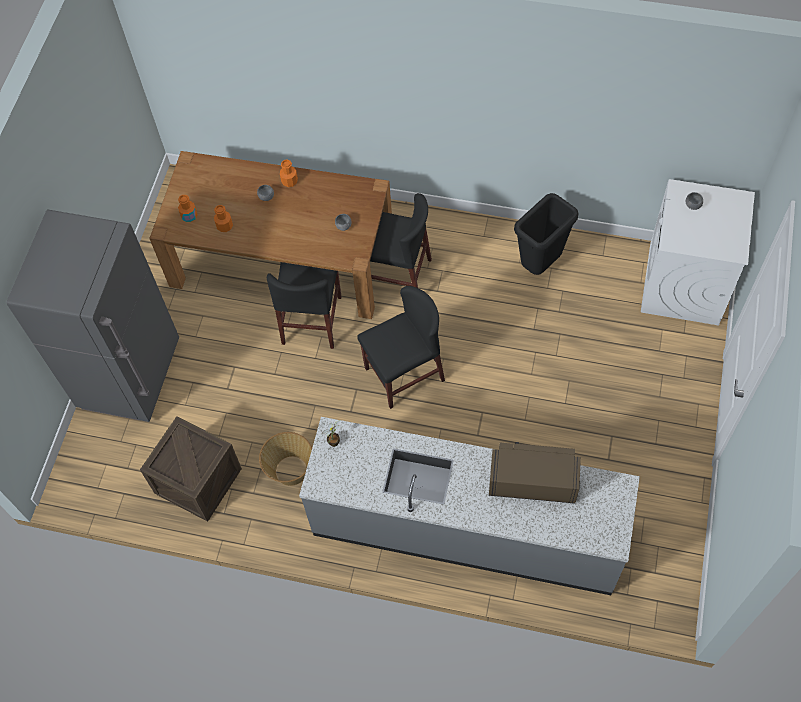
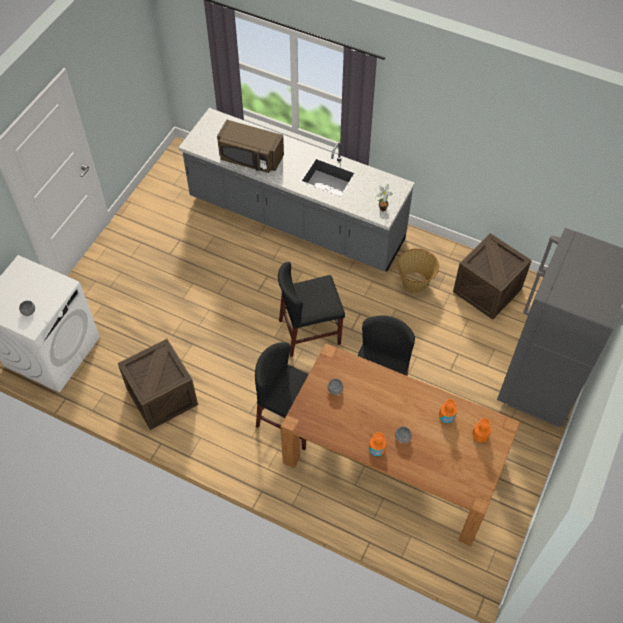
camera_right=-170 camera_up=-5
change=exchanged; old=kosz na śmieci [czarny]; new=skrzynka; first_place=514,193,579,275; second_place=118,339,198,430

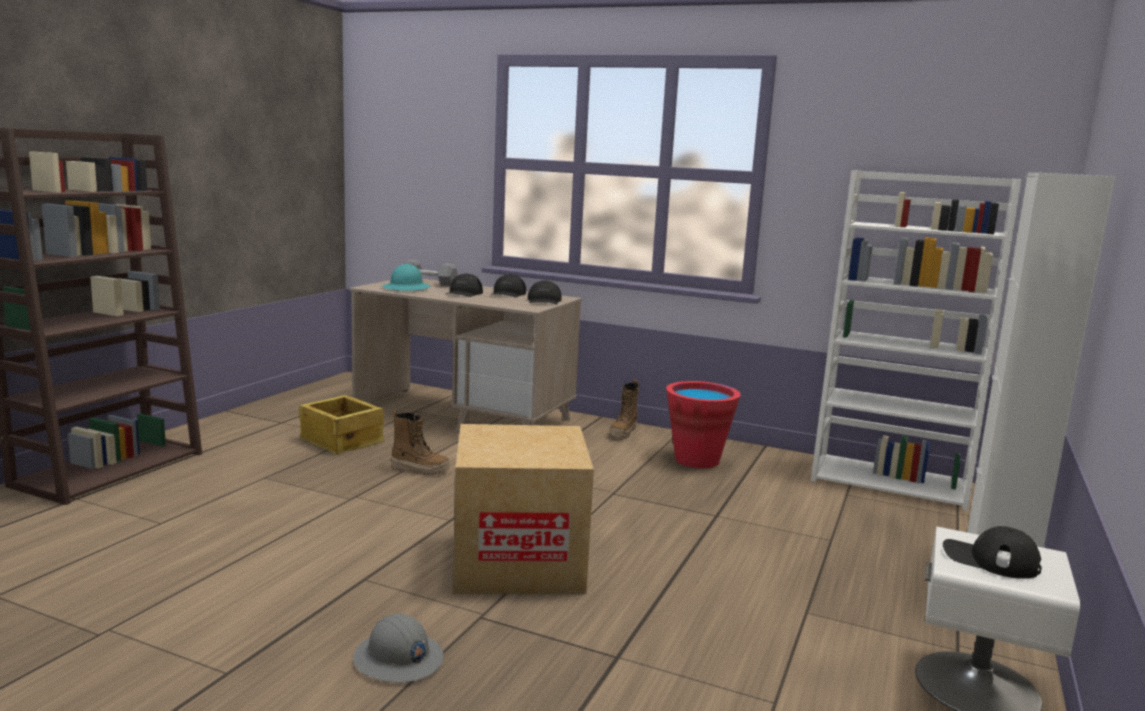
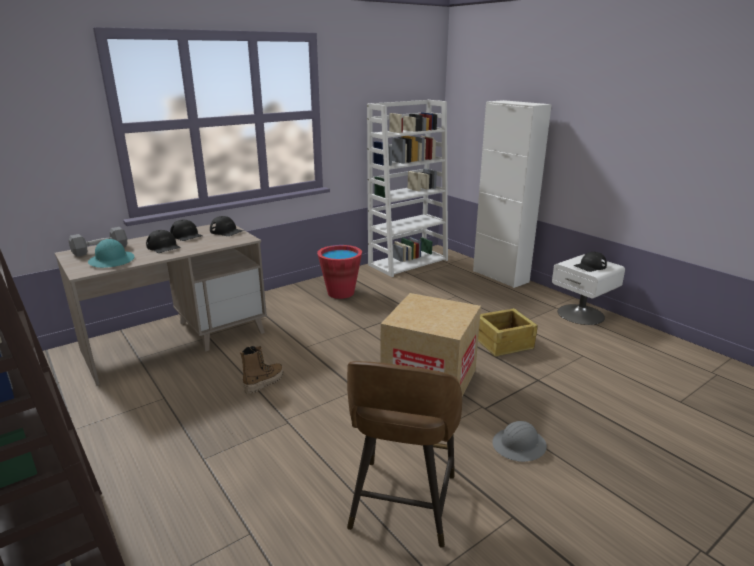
camera_right=-60 camera_up=10
change=appeared; new=stołek [brązowy]; second_place=347,361,462,548
change=relocated; old=skrzynka; first_place=299,395,384,455; second_place=478,308,538,357
change=missing; old=but z cholewką; first_place=609,380,639,438

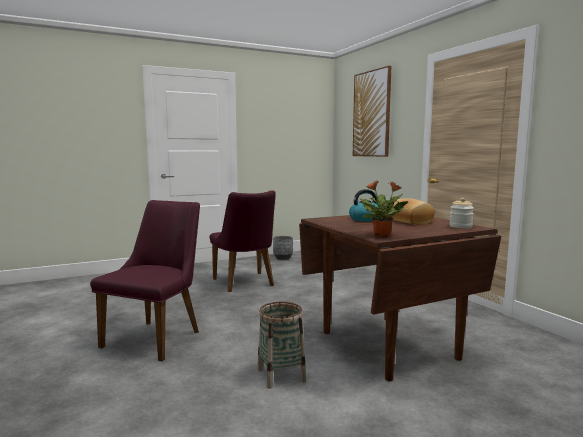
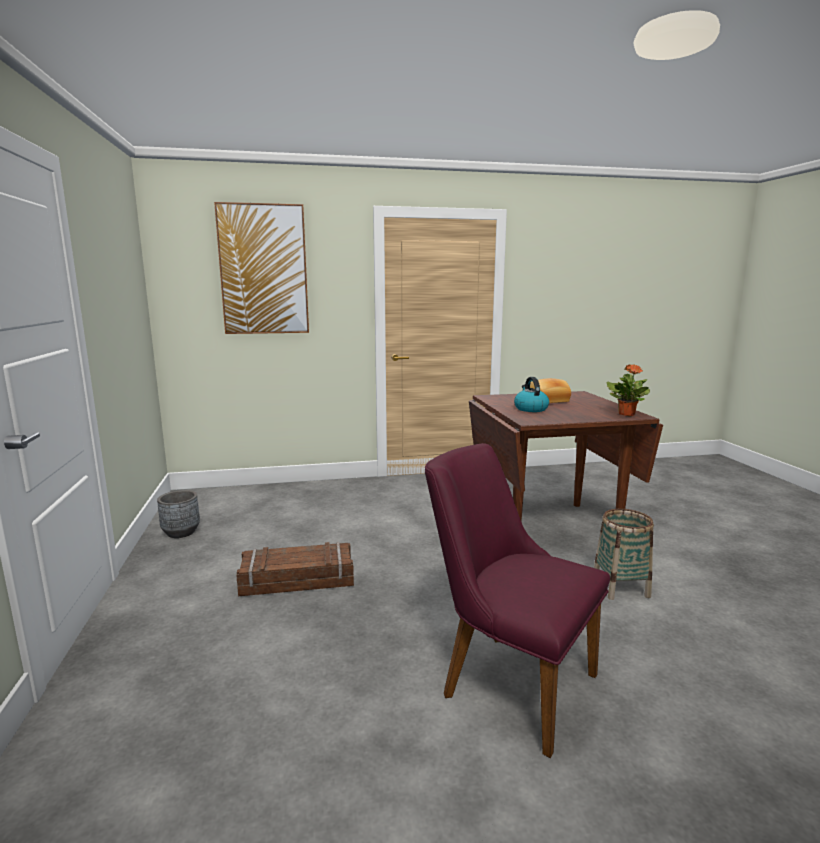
camera_right=-75 camera_up=5
change=exchanged; old=krzesło [fioletowy]; new=skrzynka; first_place=210,190,276,292; second_place=236,542,354,596
change=missing; old=słoik; first_place=450,198,474,228

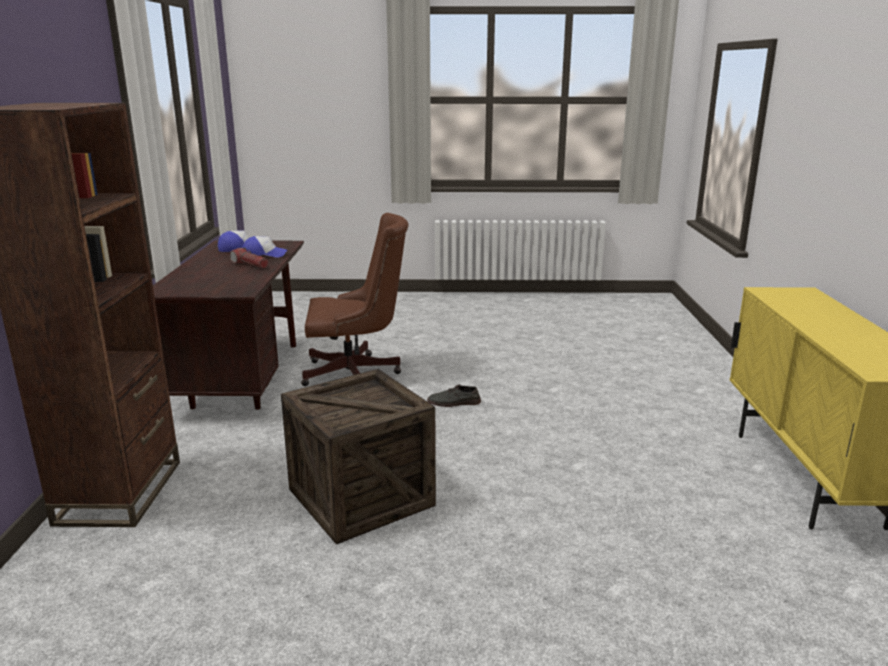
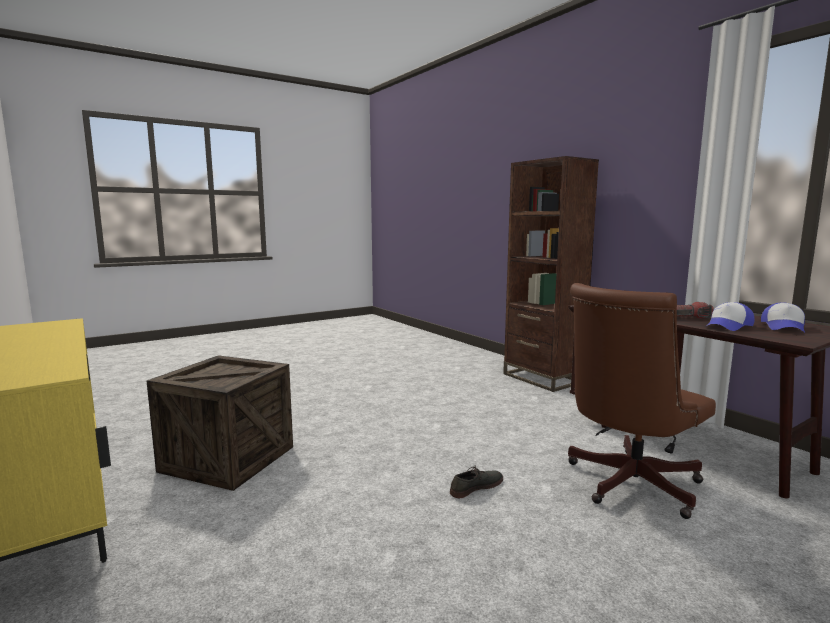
camera_right=145 camera_up=-10
change=relocated; old=skrzynka; first_place=281,369,436,544; second_place=147,355,293,491

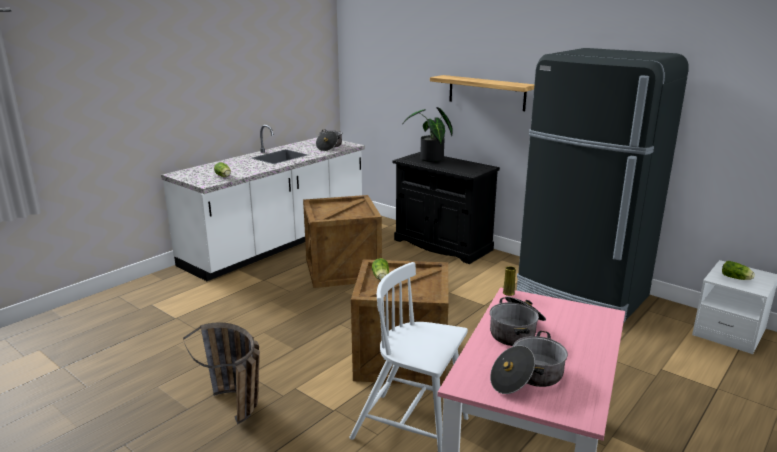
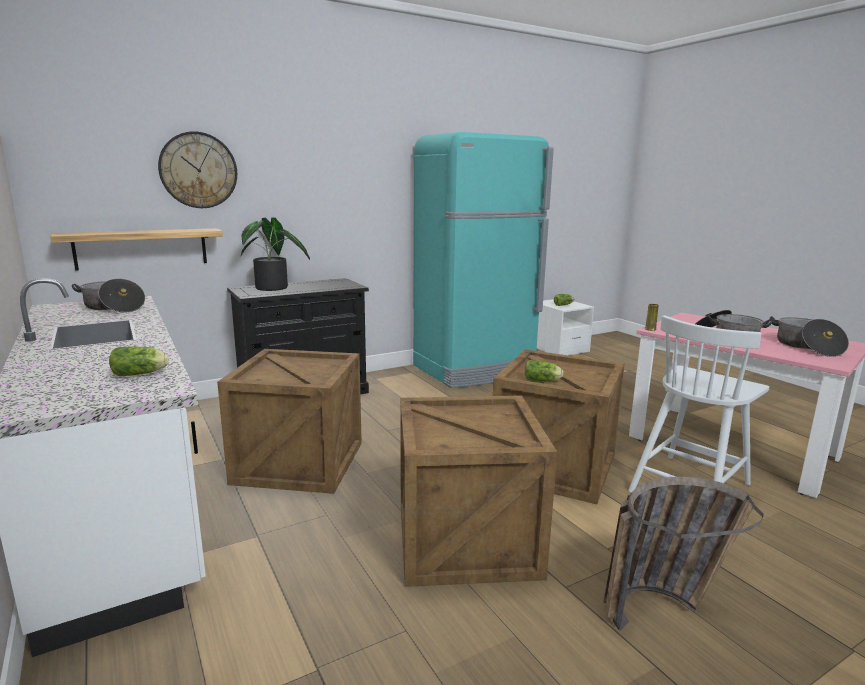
camera_right=-70 camera_up=-5
change=relocated; old=półka; first_place=430,75,534,111; second_place=50,228,223,271
change=appeared; new=zegar ścienny; second_place=158,131,237,208
change=appeared; new=skrzynka; second_place=400,395,557,587
change=colour; old=lodówka [czarny]; new=lodówka [turkusowy]; first_place=516,48,689,322; second_place=413,132,554,388

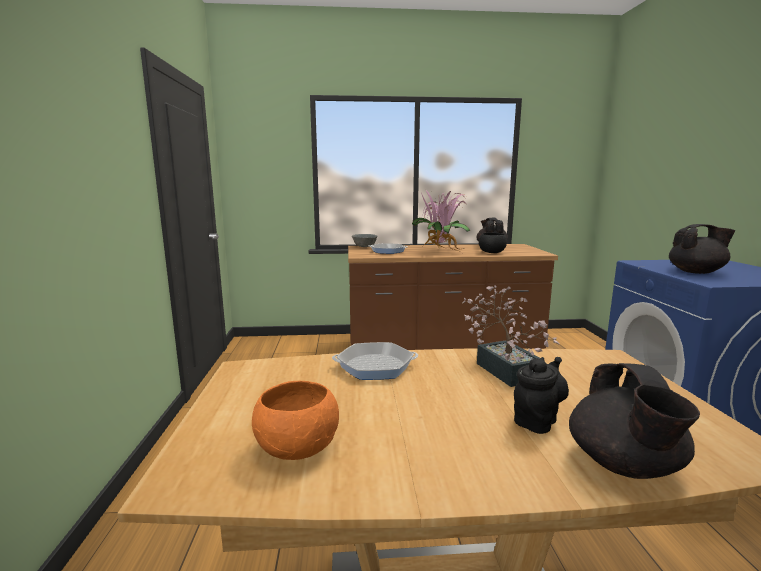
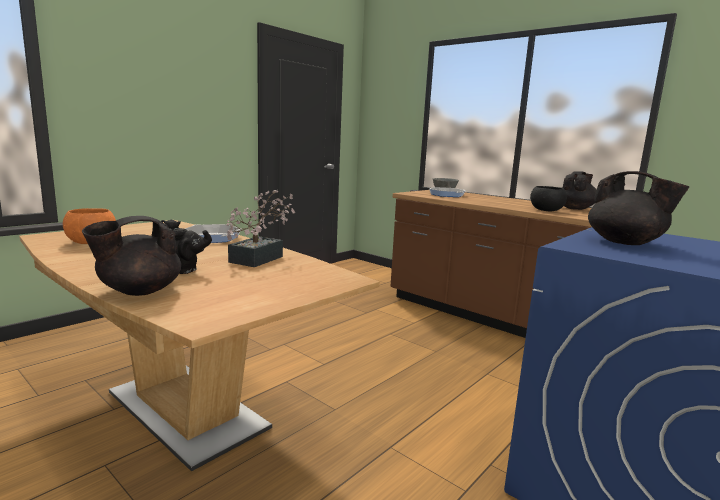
camera_right=45 camera_up=0
change=missing; old=roślina doniczkowa; first_place=412,189,471,253

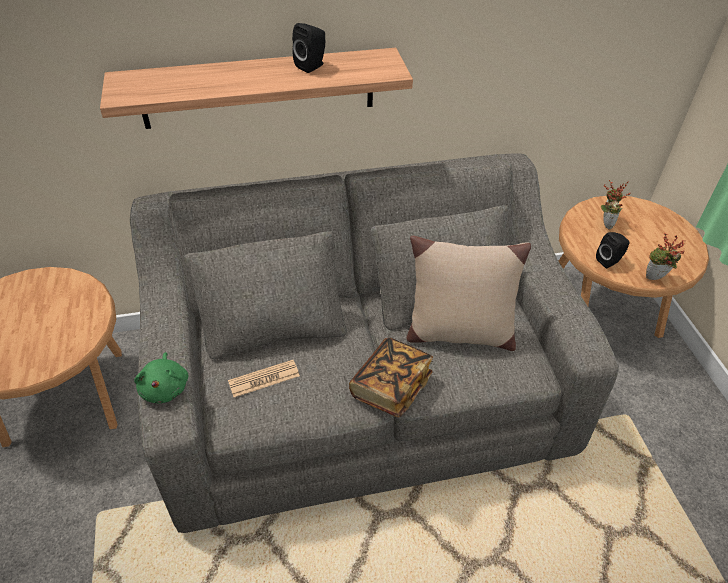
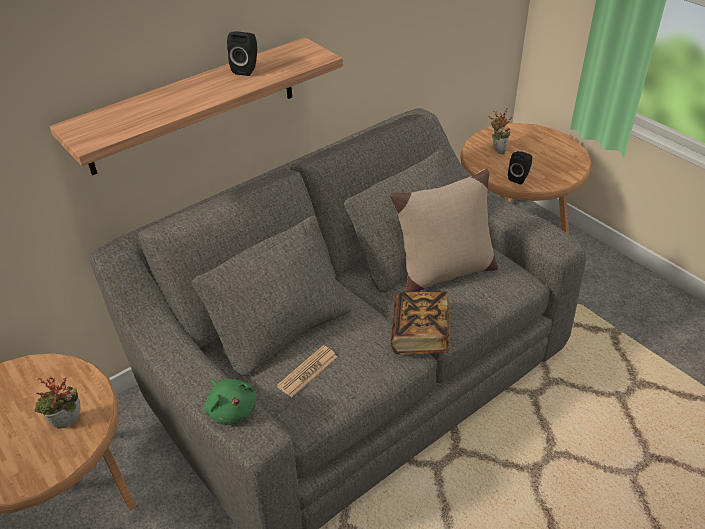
camera_right=-25 camera_up=-5
change=relocated; old=roślina doniczkowa; first_place=646,233,686,280; second_place=35,377,80,429

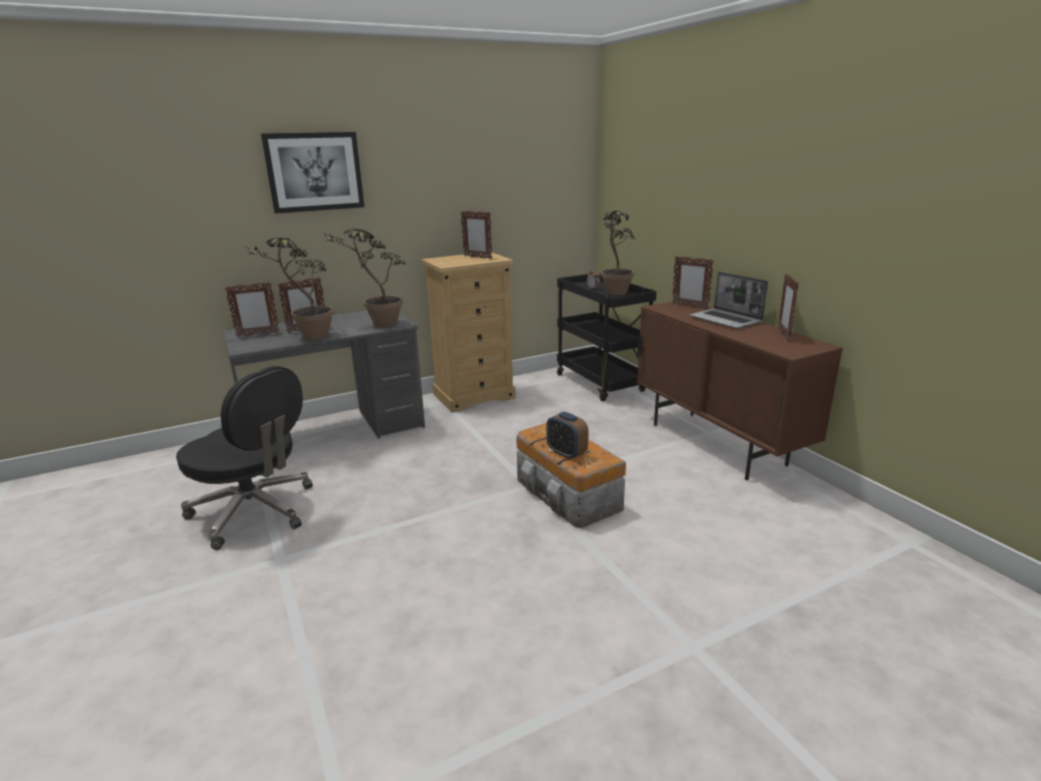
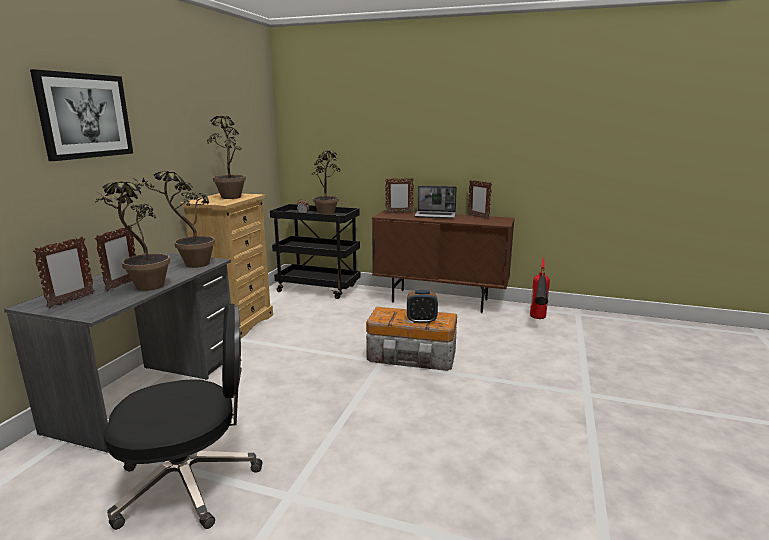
camera_right=-45 camera_up=-5
change=exchanged; old=ramka na zdjęcie; new=roślina doniczkowa; first_place=461,211,492,259; second_place=207,116,246,199
change=appeared; new=gaśnica; second_place=530,257,550,319

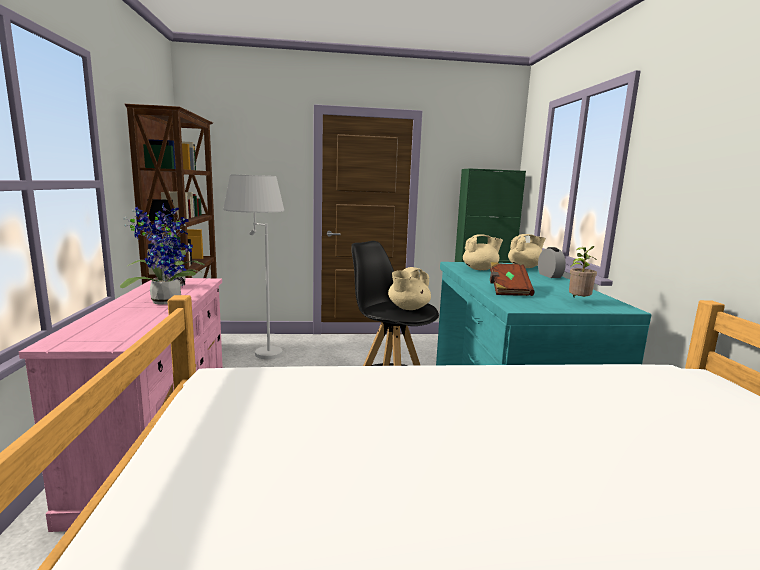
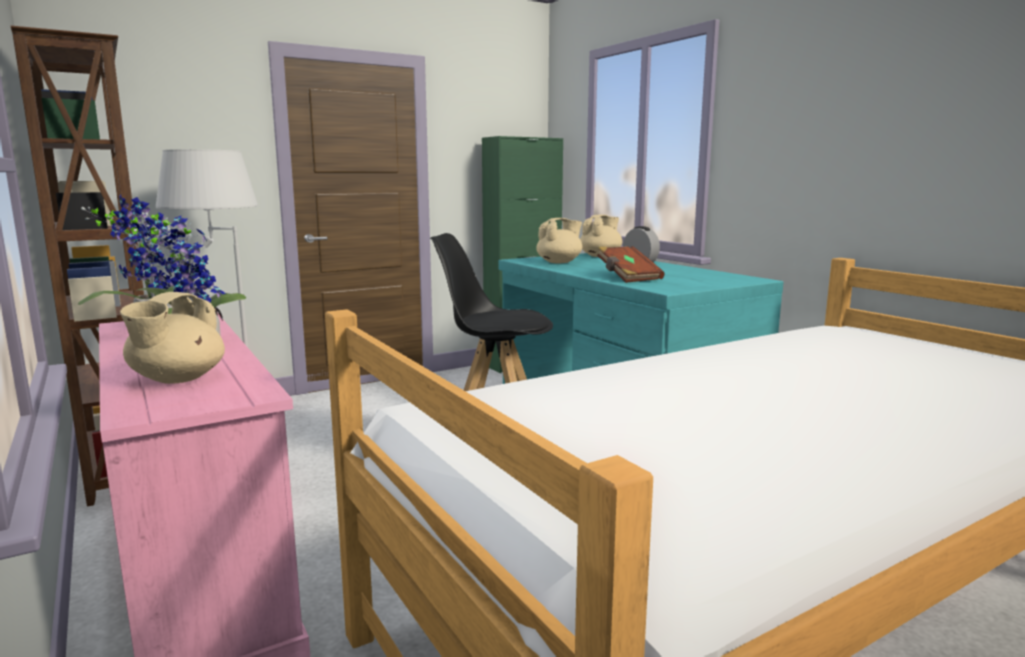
camera_right=-25 camera_up=0
change=relocated; old=imbryk [beżowy]; first_place=388,267,431,310; second_place=120,292,225,384
change=missing; old=roślina doniczkowa; first_place=569,246,597,297

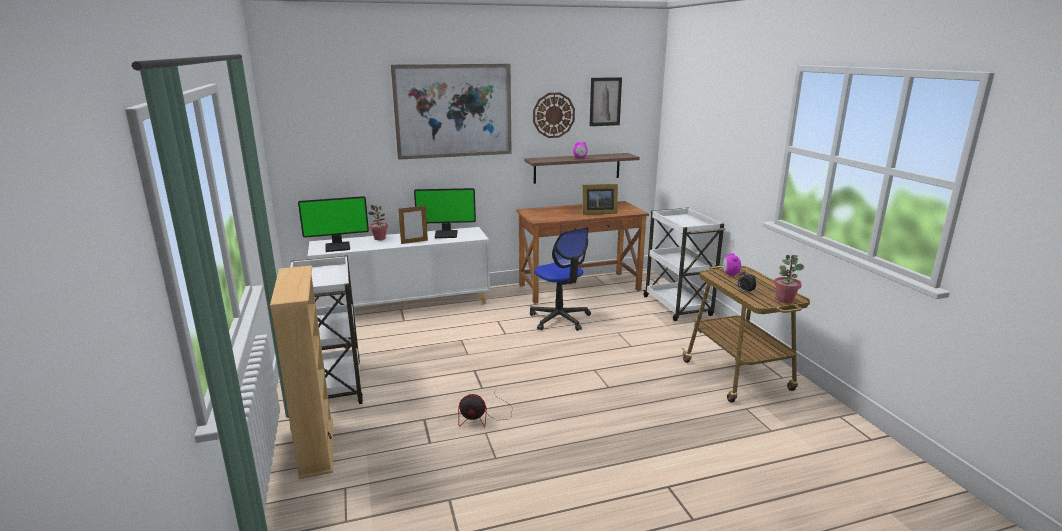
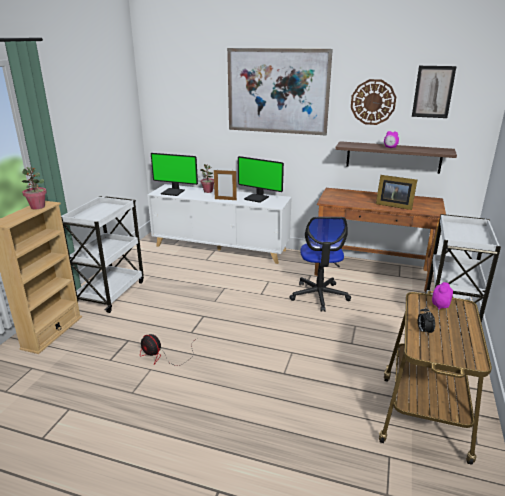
camera_right=35 camera_up=5
change=relocated; old=roślina doniczkowa; first_place=774,255,805,303; second_place=22,167,47,209

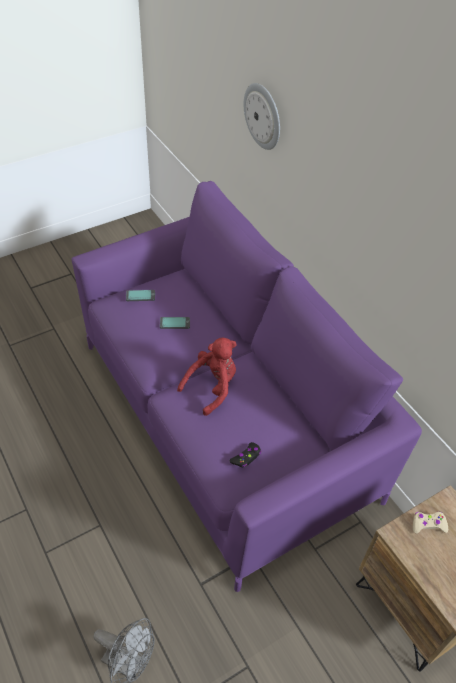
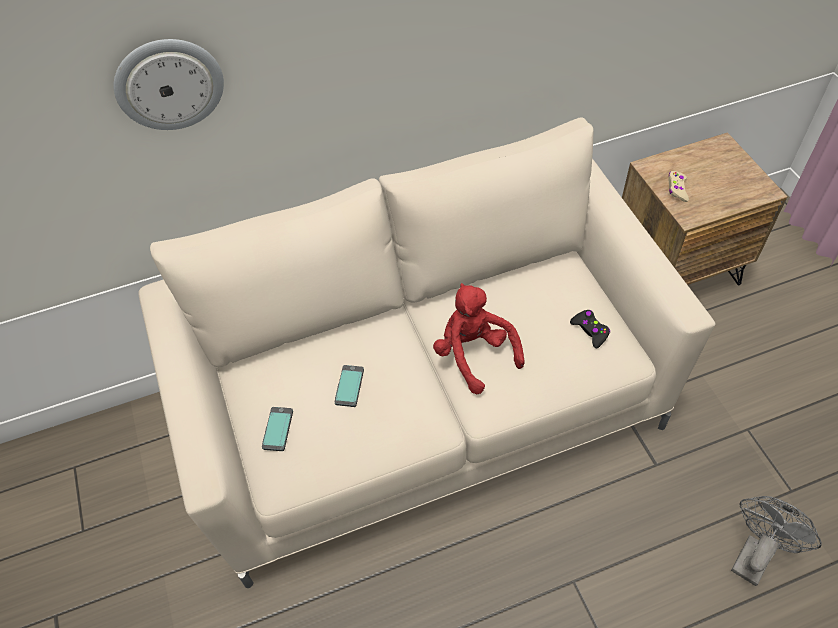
camera_right=-75 camera_up=5
change=colour; old=kanapa [fioletowy]; new=kanapa [beżowy]; first_place=72,181,422,592; second_place=138,118,716,588

